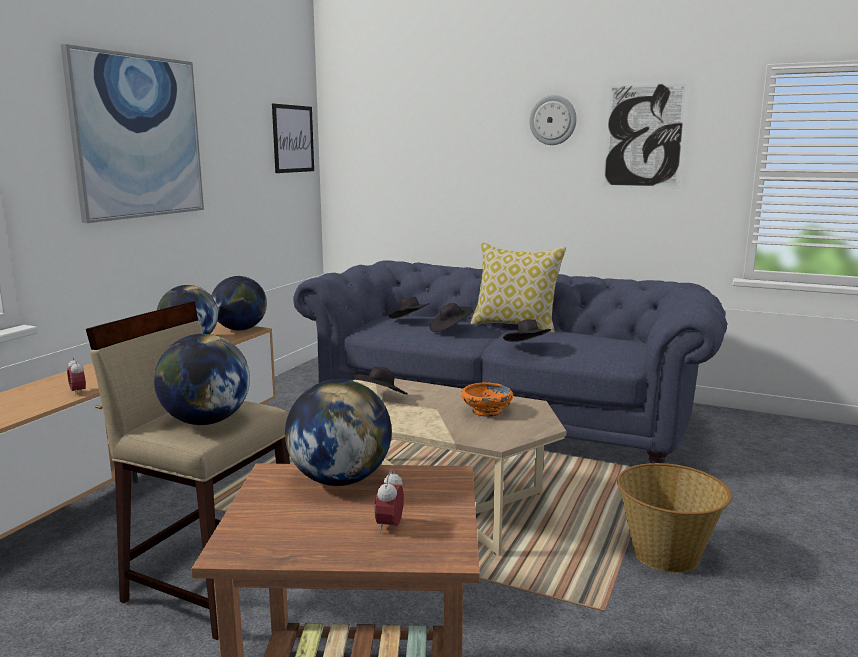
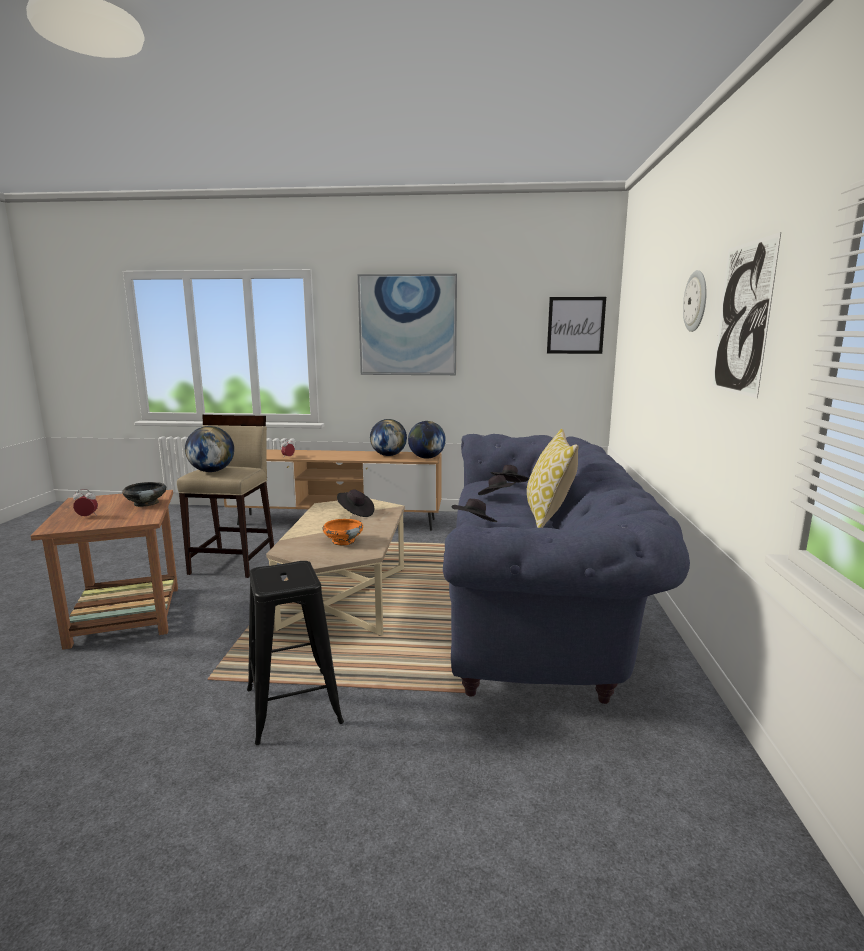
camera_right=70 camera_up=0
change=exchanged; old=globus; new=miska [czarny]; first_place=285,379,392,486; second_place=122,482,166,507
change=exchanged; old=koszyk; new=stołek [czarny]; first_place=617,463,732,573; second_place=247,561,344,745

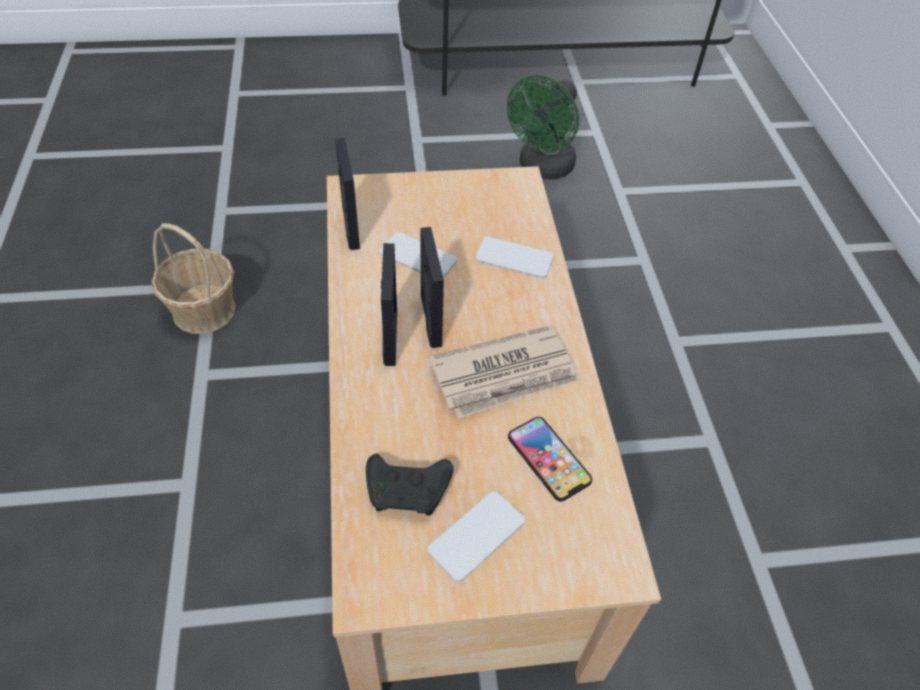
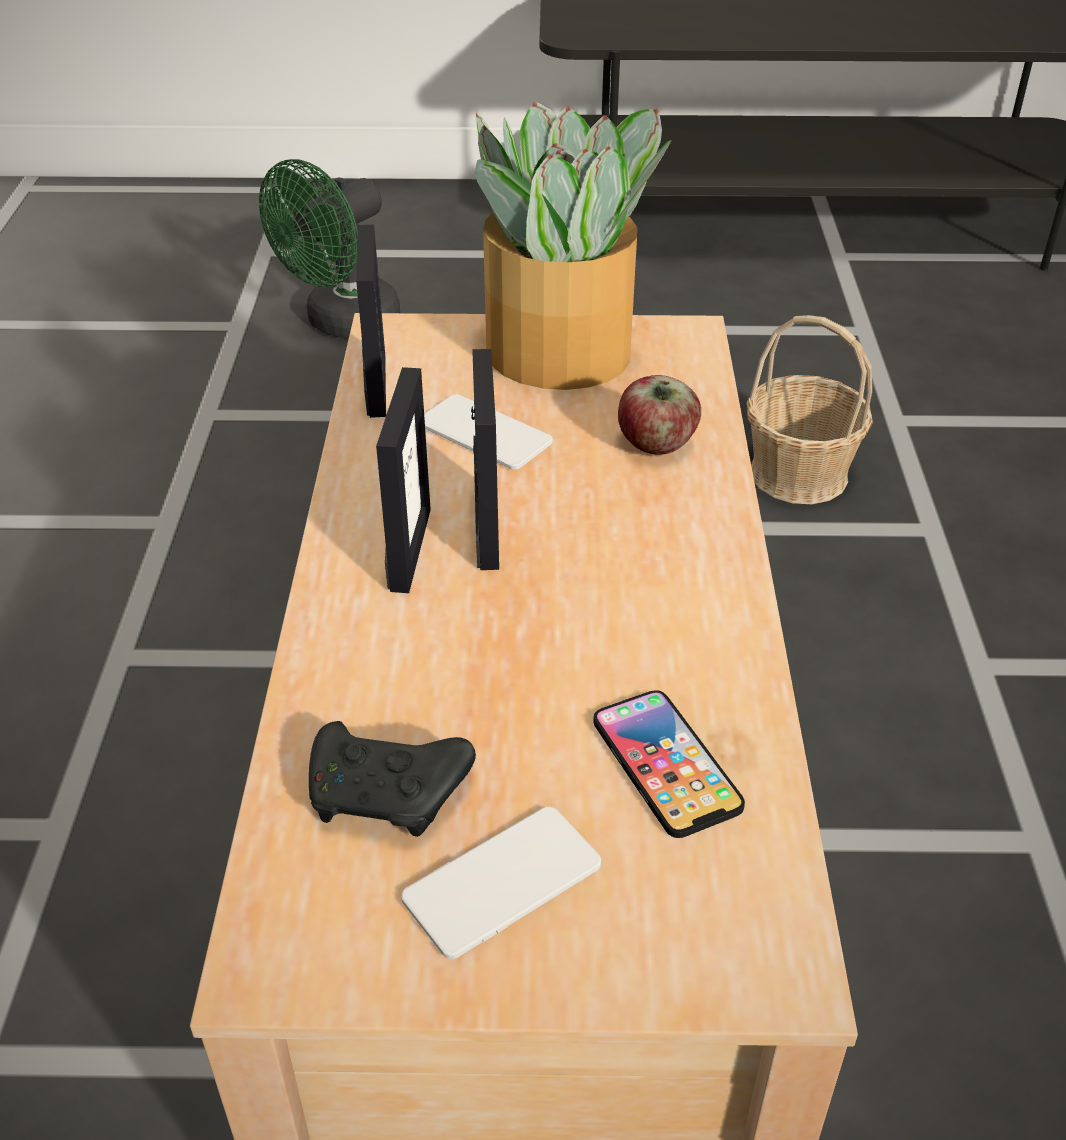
camera_right=10 camera_up=-10
change=relocated; old=wentylator [zielony]; first_place=507,75,579,180; second_place=259,159,401,338
change=appeared; new=roślina doniczkowa; second_place=475,102,672,390
change=exchanged; old=telefon; new=jabłko; first_place=475,236,554,278; second_place=618,375,701,455
change=relocated; old=koszyk; first_place=152,223,236,334; second_place=747,315,873,504
change=missing; old=gazeta; first_place=428,325,581,419

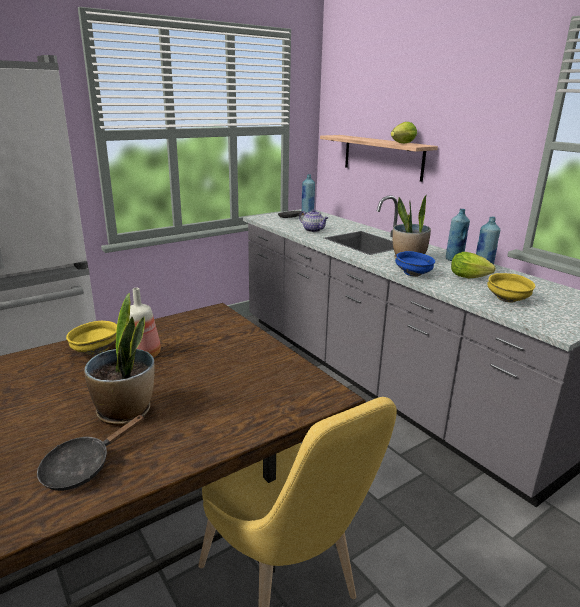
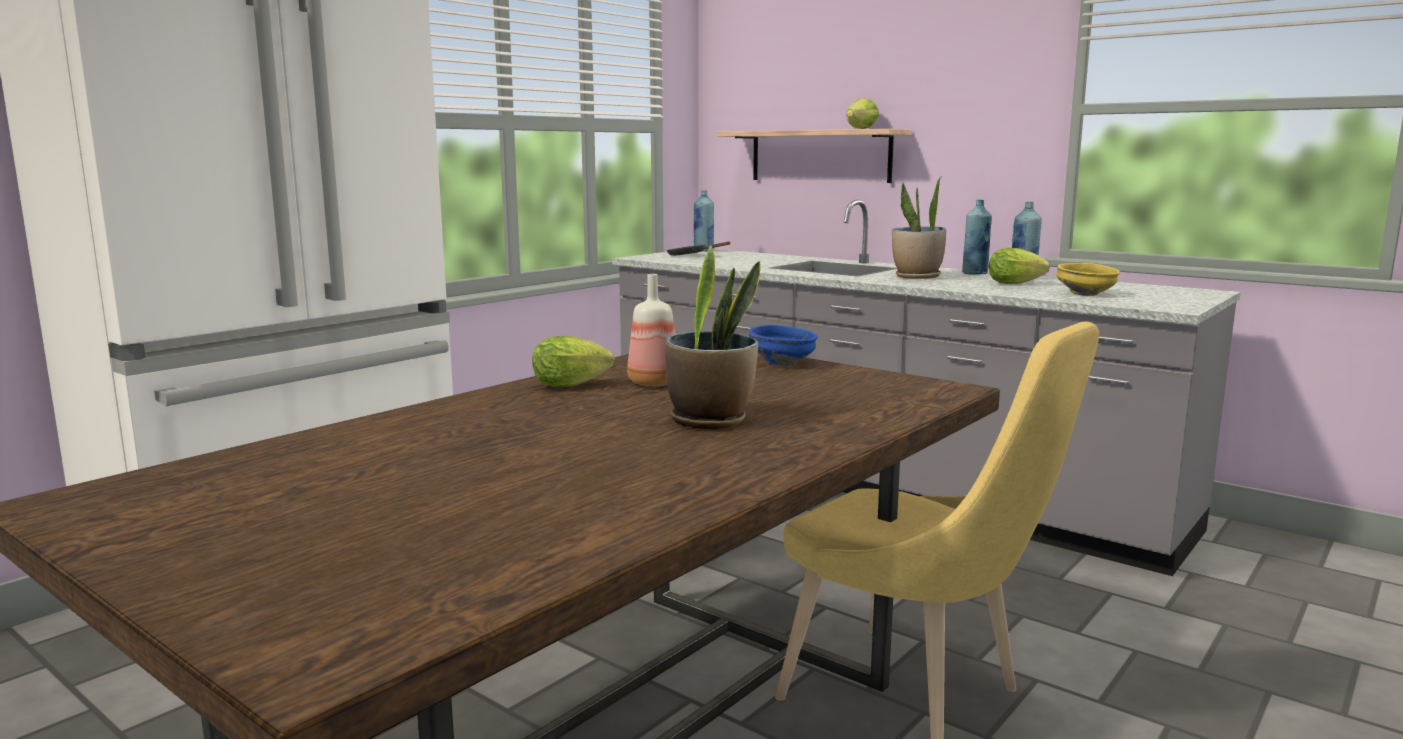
camera_right=-15 camera_up=-10
change=exchanged; old=miska [żółty]; new=sałata; first_place=66,321,117,355; second_place=532,336,615,386
change=relocated; old=miska [niebieski]; first_place=395,251,435,277; second_place=748,325,818,366
change=missing; old=patelnia [czarny]; first_place=37,415,145,491
change=missing; old=imbryk; first_place=299,209,328,232

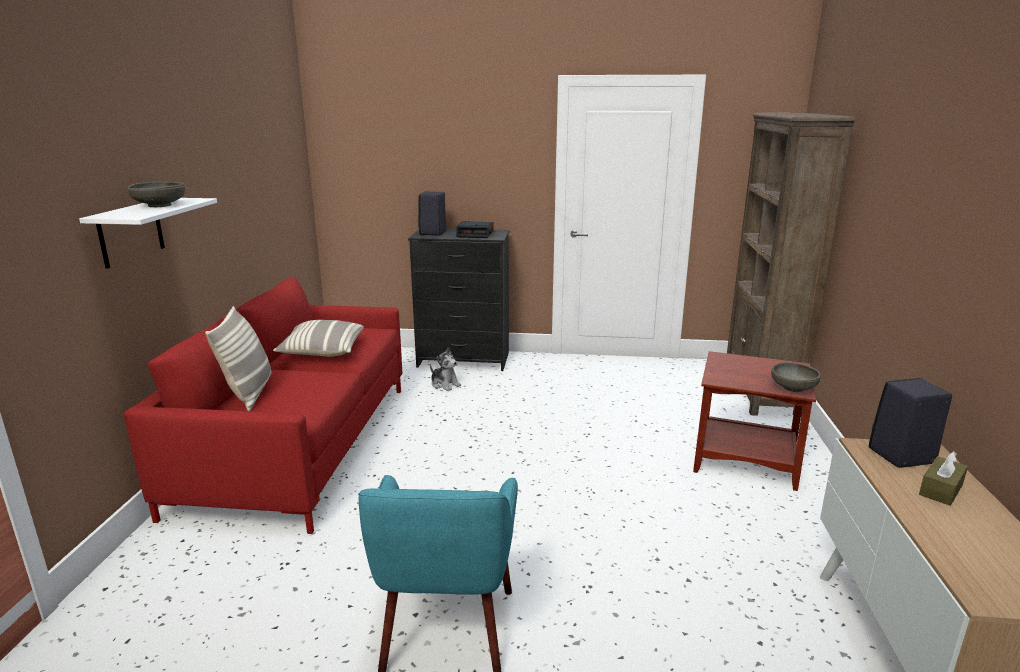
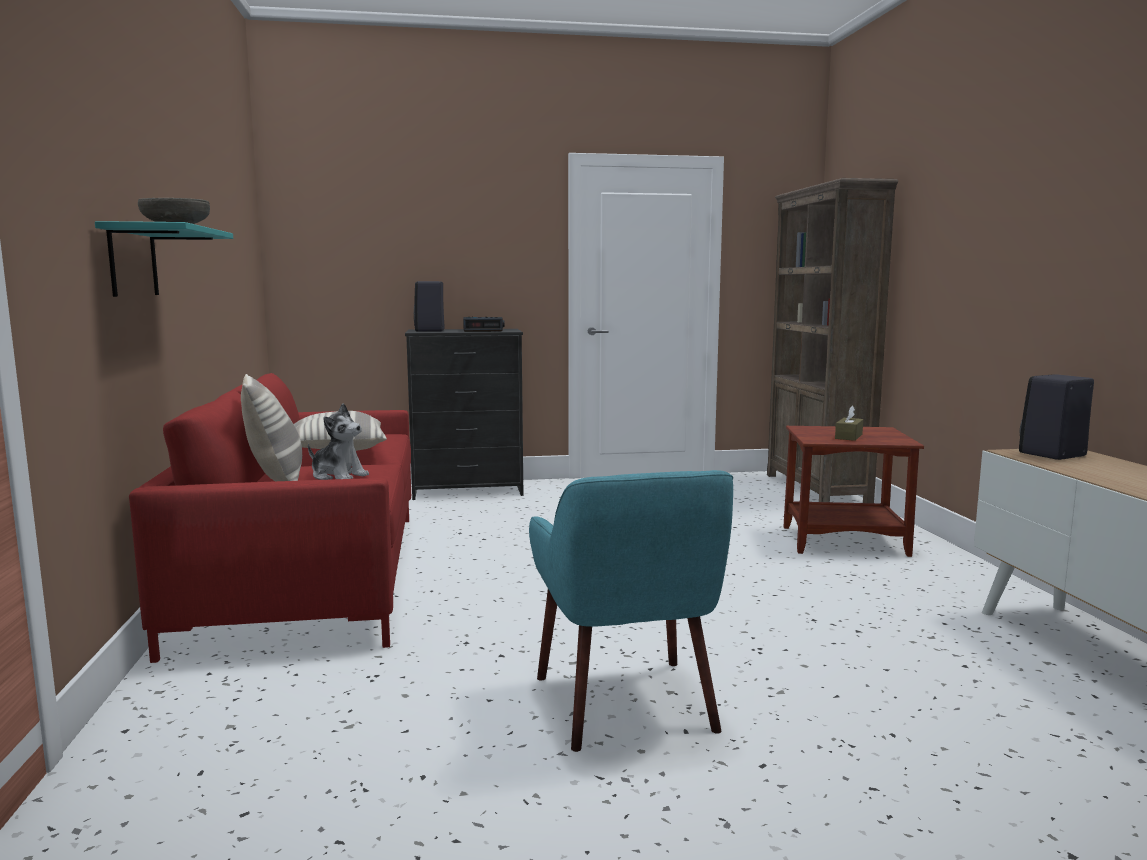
camera_right=-15 camera_up=-10
change=colour; old=półka [biały]; new=półka [turkusowy]; first_place=79,198,217,269; second_place=95,221,233,297
change=relocated; old=pluszak; first_place=430,347,461,391; second_place=308,403,369,480
change=relocated; old=pudełko chusteczek [brązowy]; first_place=919,451,968,506; second_place=835,406,863,441
change=missing; old=miska [szary]; first_place=771,362,821,392

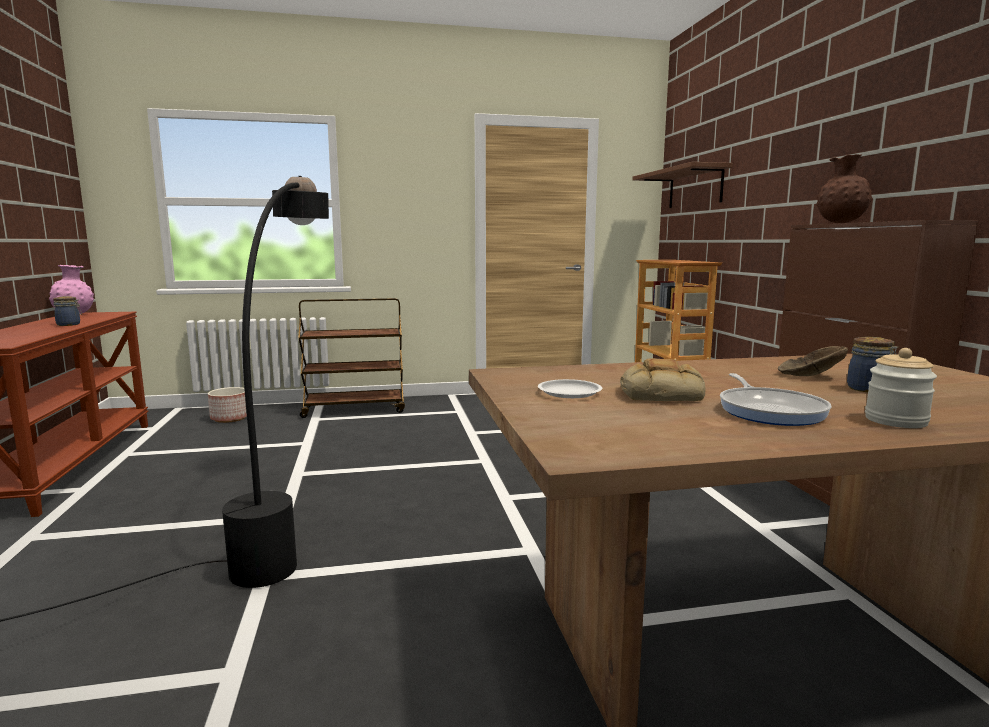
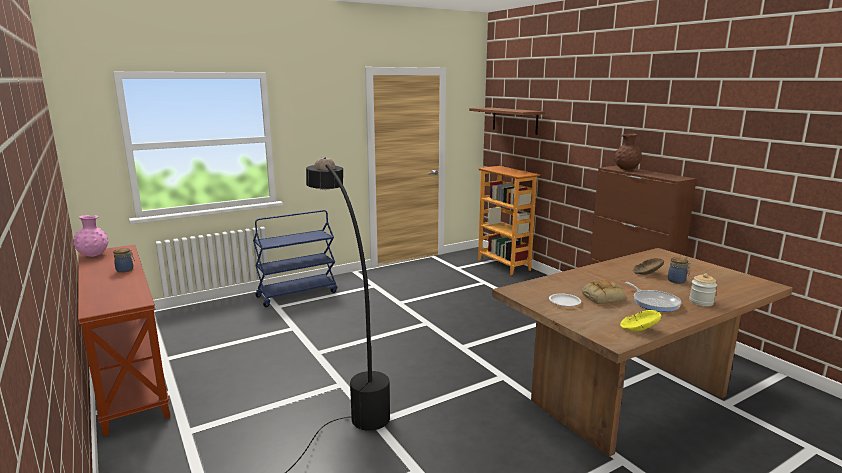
camera_right=-20 camera_up=5
change=colour; old=wózek [brązowy]; new=wózek [niebieski]; first_place=298,298,405,418; second_place=253,210,337,307
change=appeared; new=miska [żółty]; second_place=620,310,661,331
change=missing; old=donica; first_place=208,387,247,423

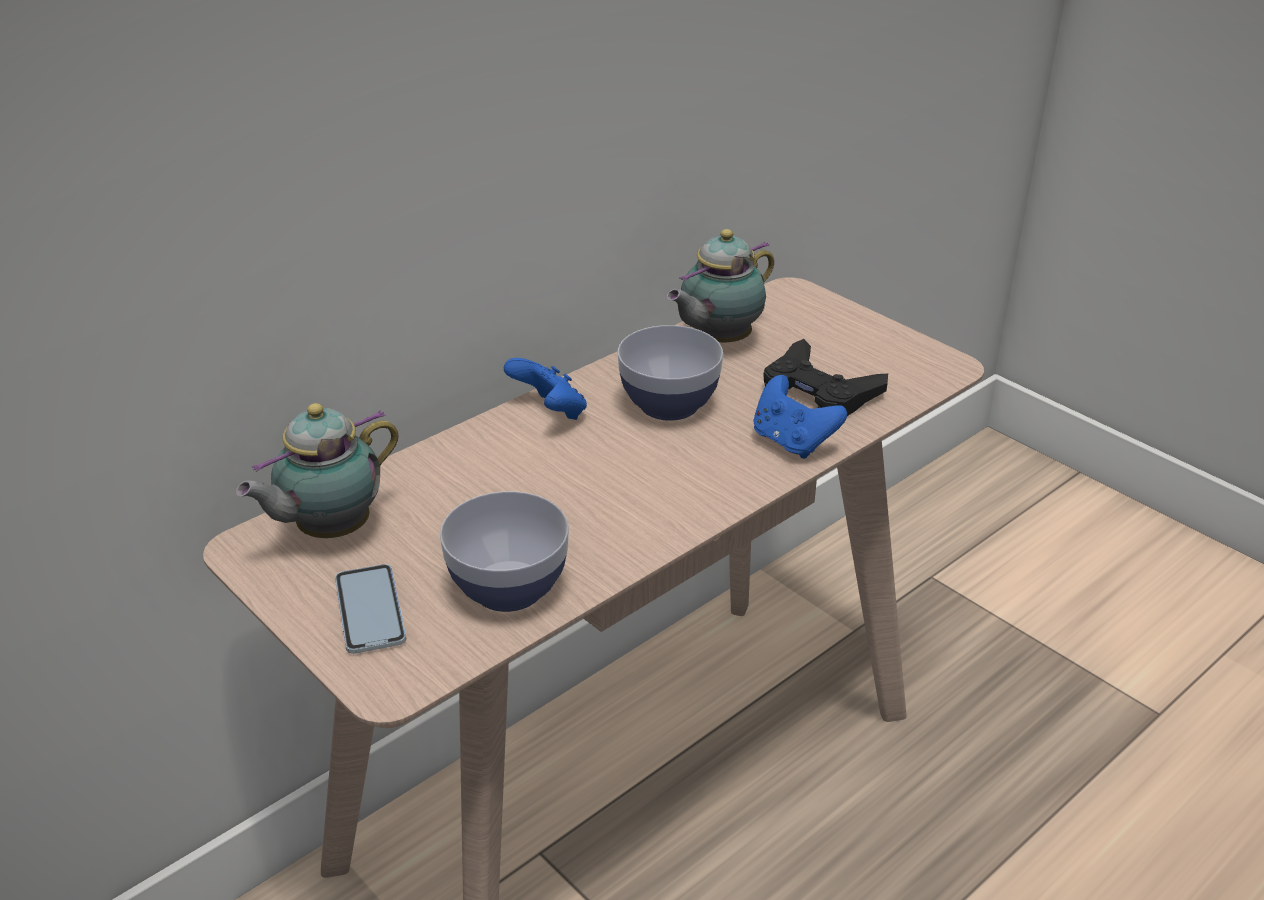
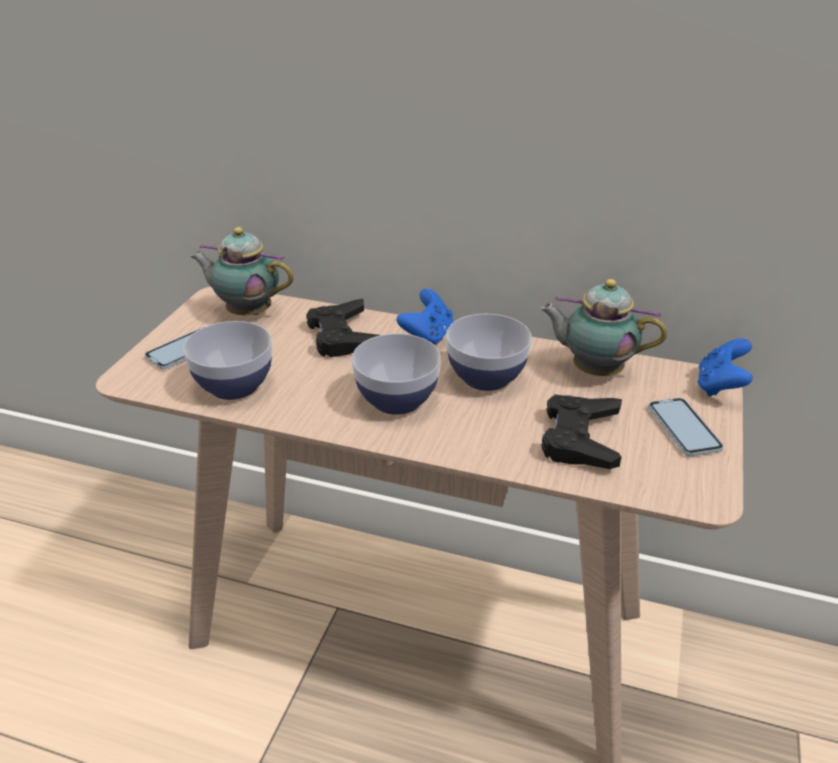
camera_right=60 camera_up=0
change=appeared; new=pad do gier [czarny]; second_place=306,298,380,357
change=appeared; new=miska; second_place=352,334,441,415
change=appeared; new=telefon; second_place=648,398,724,456
change=relocated; old=pad do gier [niebieski]; first_place=753,375,847,459; second_place=698,338,753,397

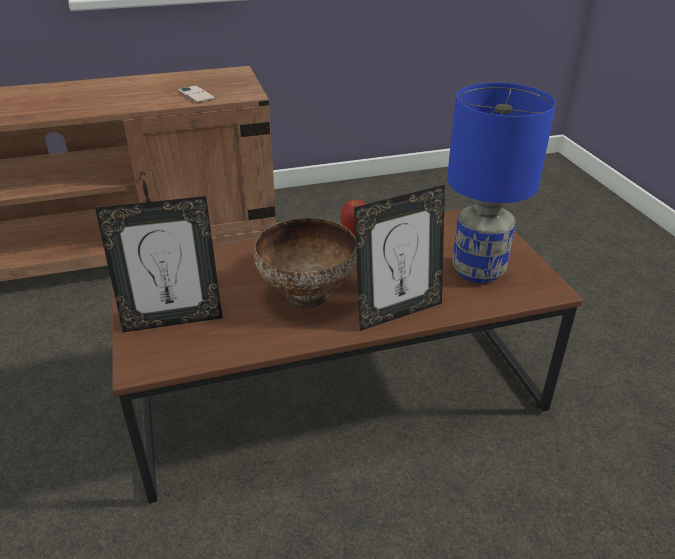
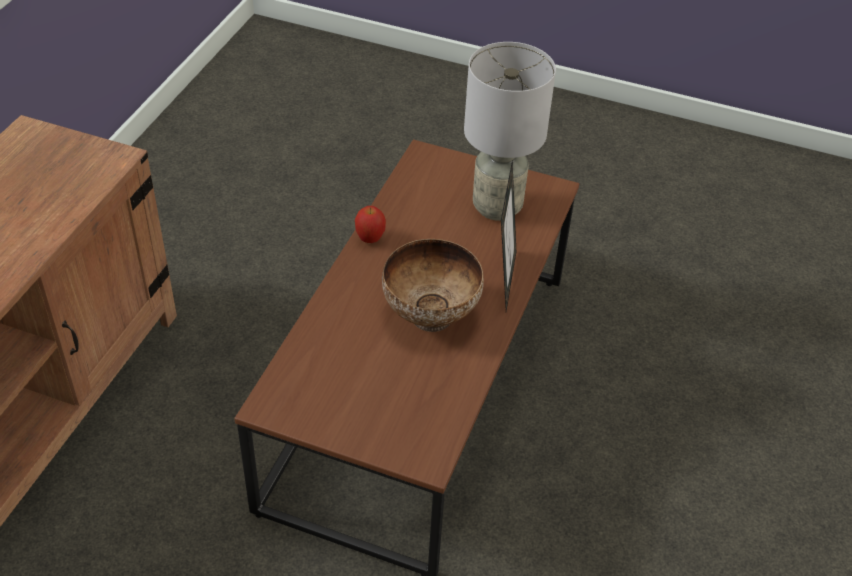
camera_right=-55 camera_up=10
change=colour; old=lampa stołowa [niebieski]; new=lampa stołowa [szary]; first_place=447,83,556,283; second_place=464,42,556,221
change=missing; old=ramka na zdjęcie; first_place=95,196,222,332
change=missing; old=telefon; first_place=178,85,215,103

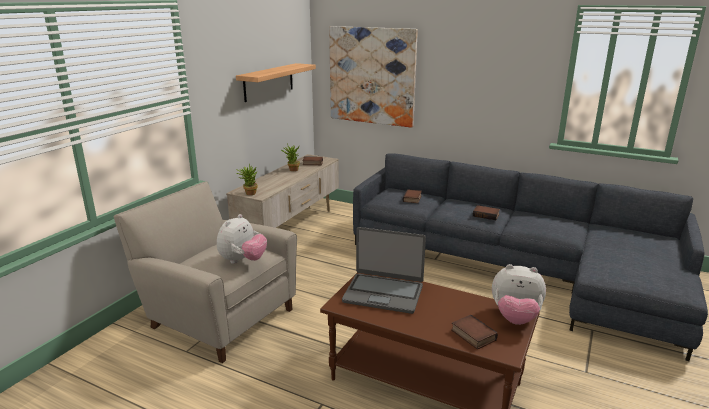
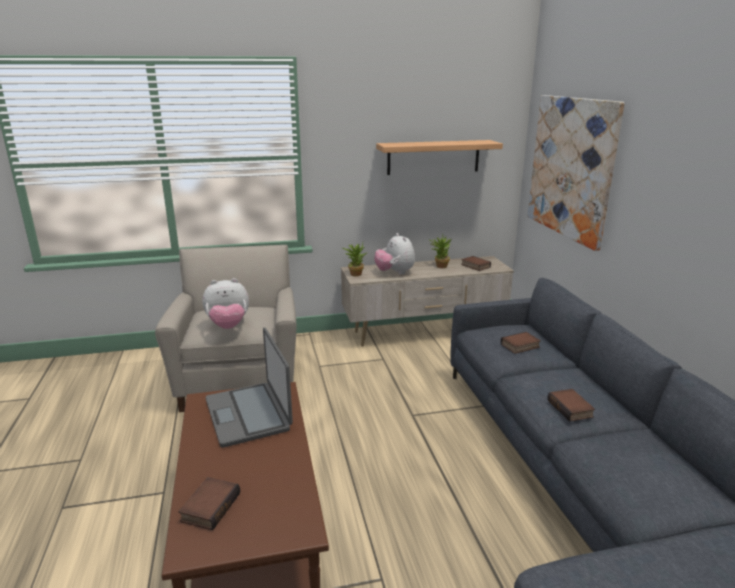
camera_right=50 camera_up=0
change=relocated; old=pluszak; first_place=492,264,546,325; second_place=374,233,415,275

